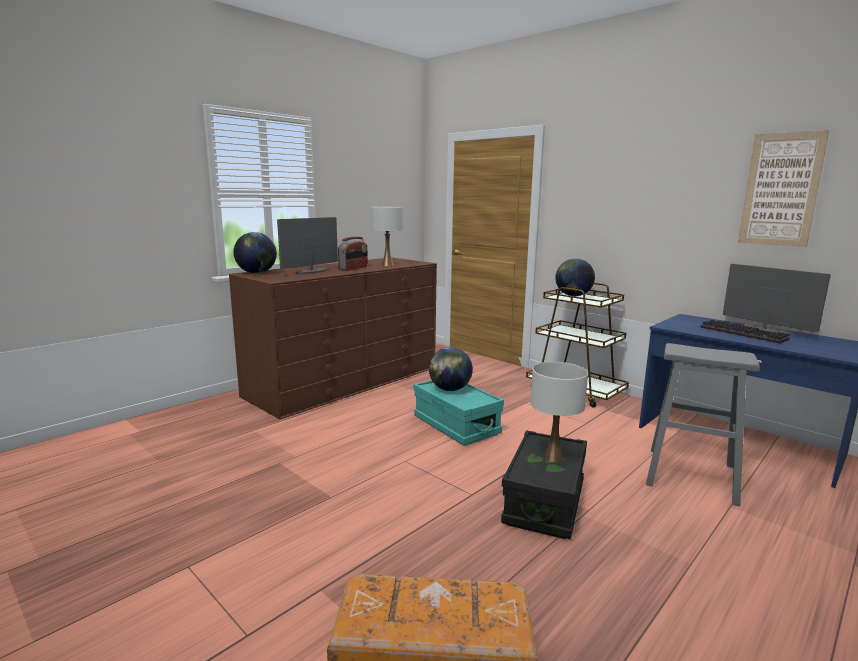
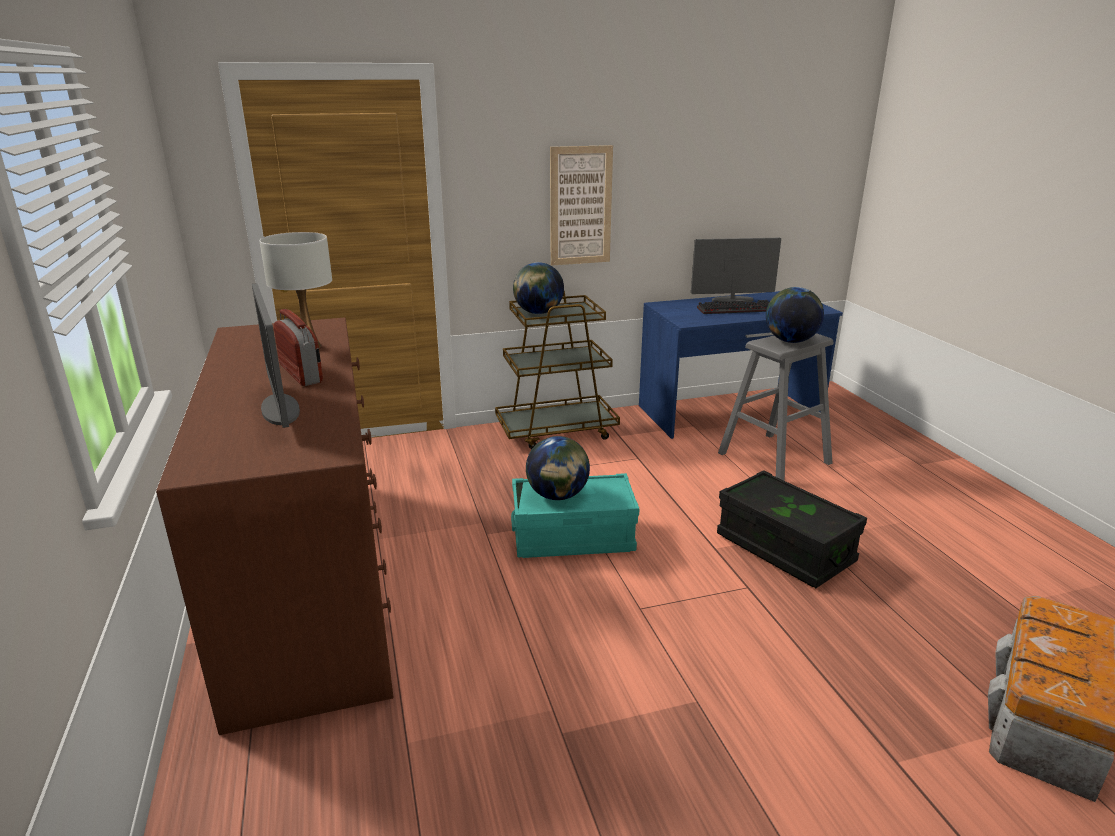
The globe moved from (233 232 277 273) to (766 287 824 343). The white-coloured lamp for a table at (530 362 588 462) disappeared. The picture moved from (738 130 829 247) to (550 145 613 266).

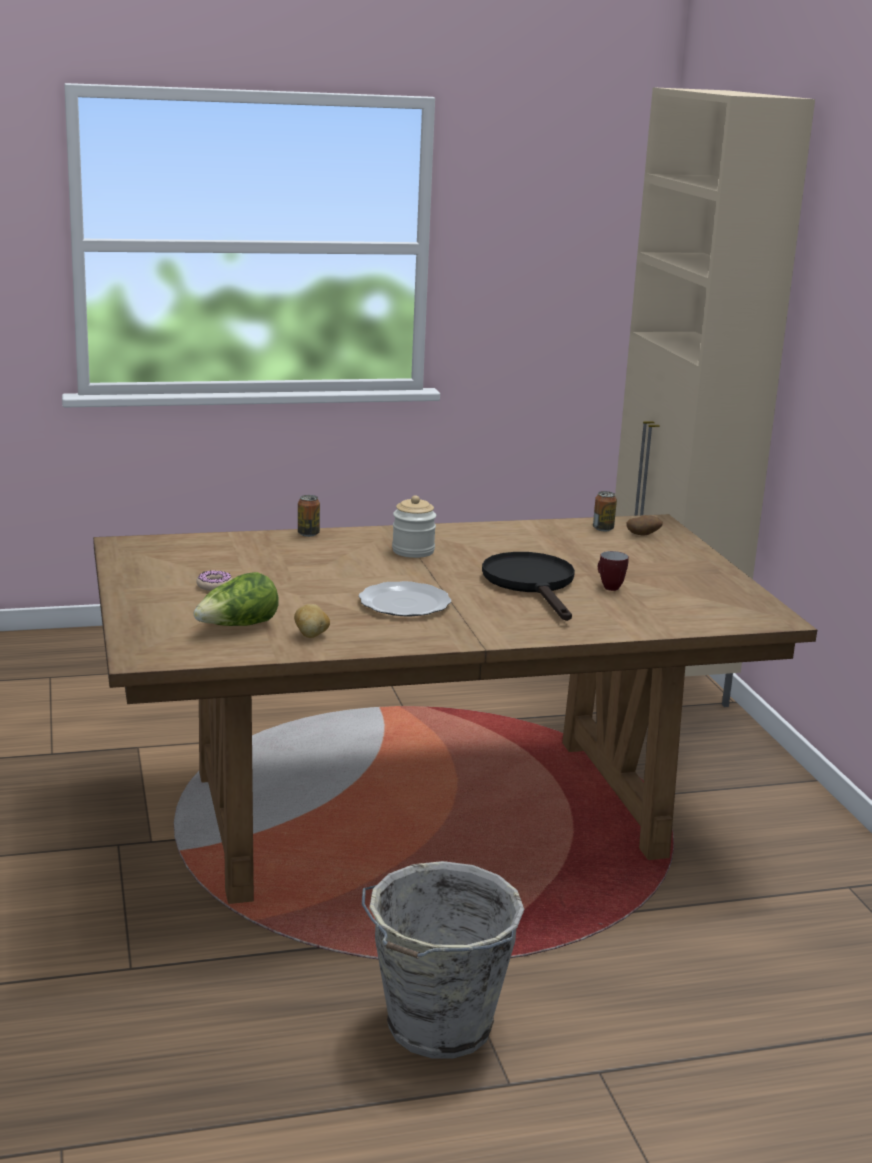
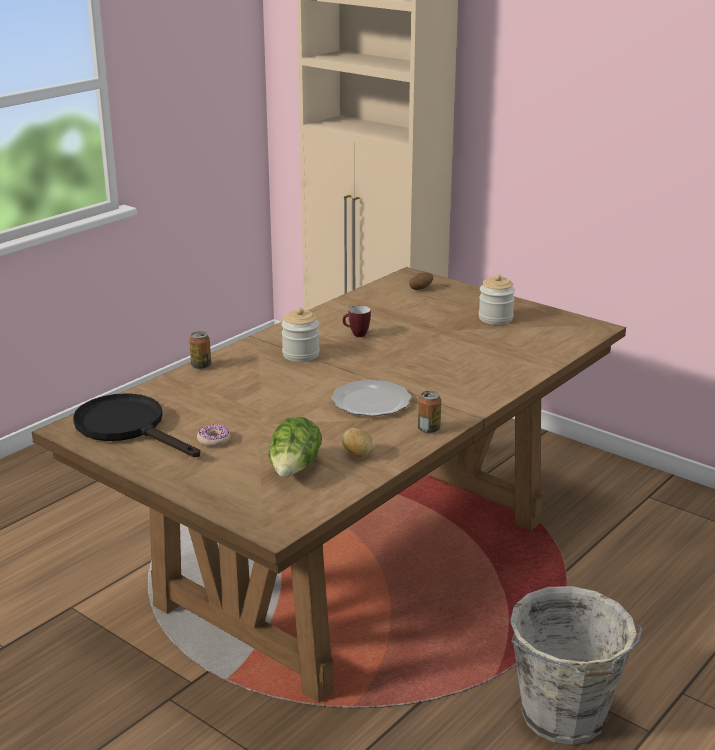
The black-coloured frying pan moved from (482 552 575 621) to (73 393 200 457). The can moved from (593 491 617 531) to (418 391 441 434). The tea mug moved from (598 551 629 591) to (343 305 371 337). The storage jar at (479 274 515 325) appeared.

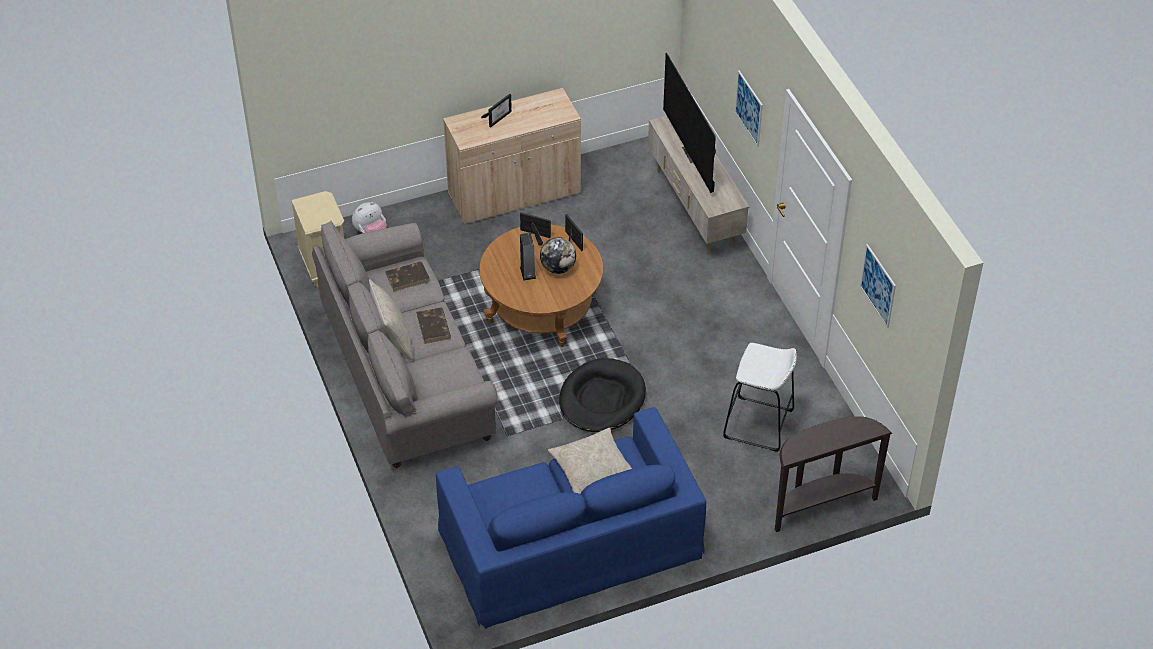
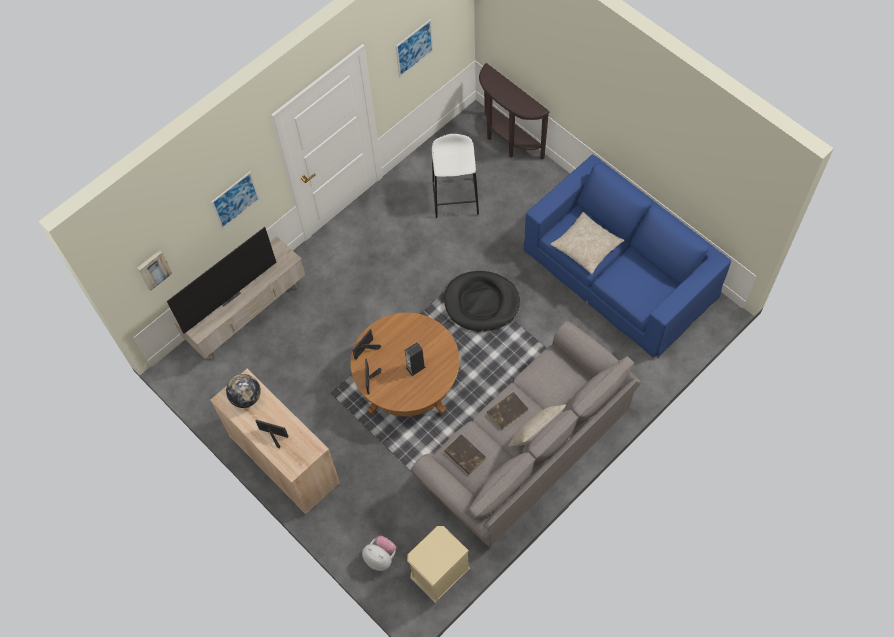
The globe moved from (540 237 576 274) to (226 374 261 408). The picture at (137 250 172 291) appeared.

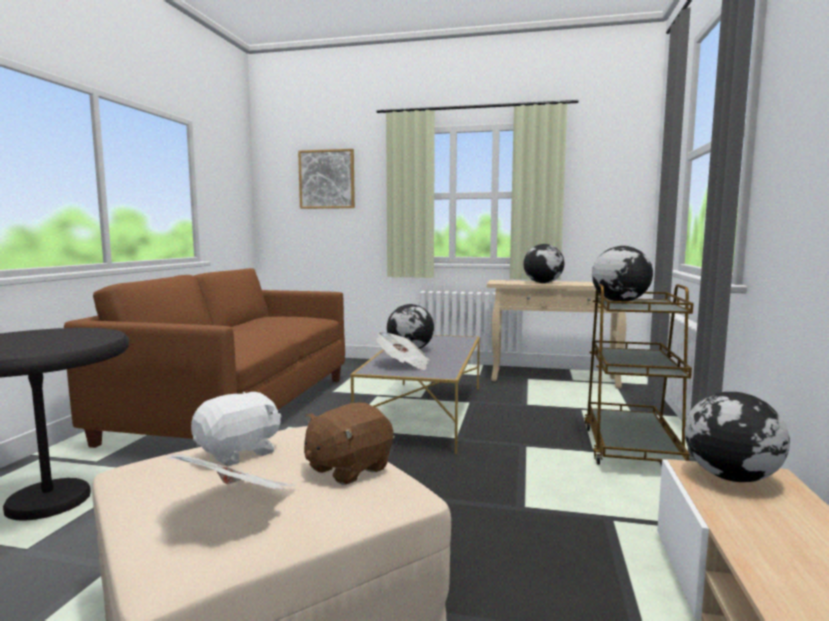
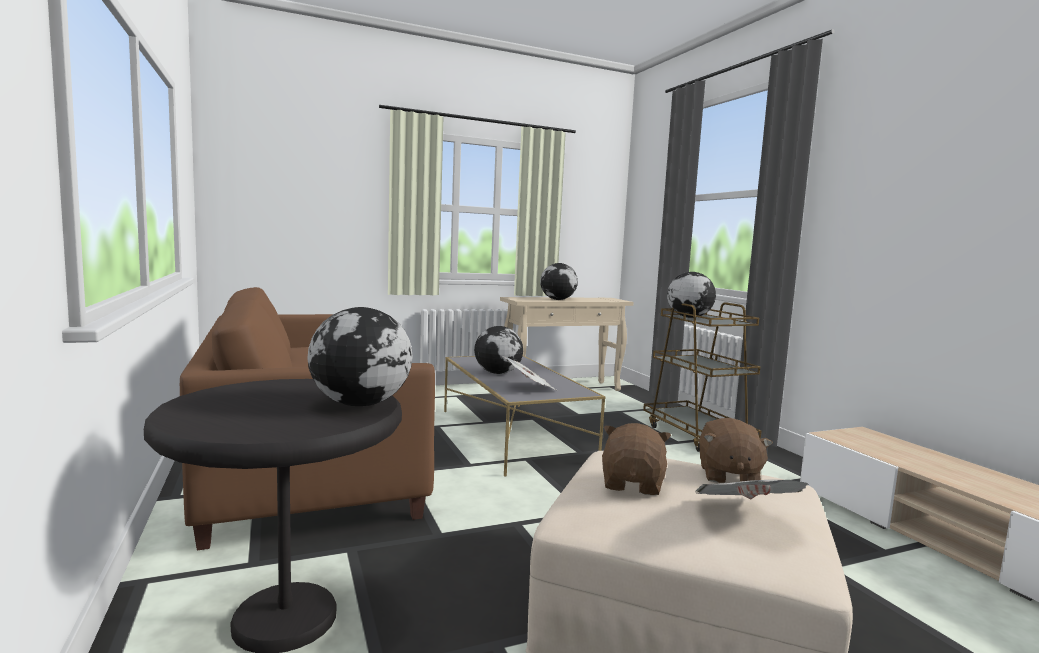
The white-coloured plush toy at (191 392 282 466) became the brownish plush toy at (602 423 671 495). The picture at (298 149 355 209) disappeared. The globe moved from (685 392 790 482) to (307 307 413 406).

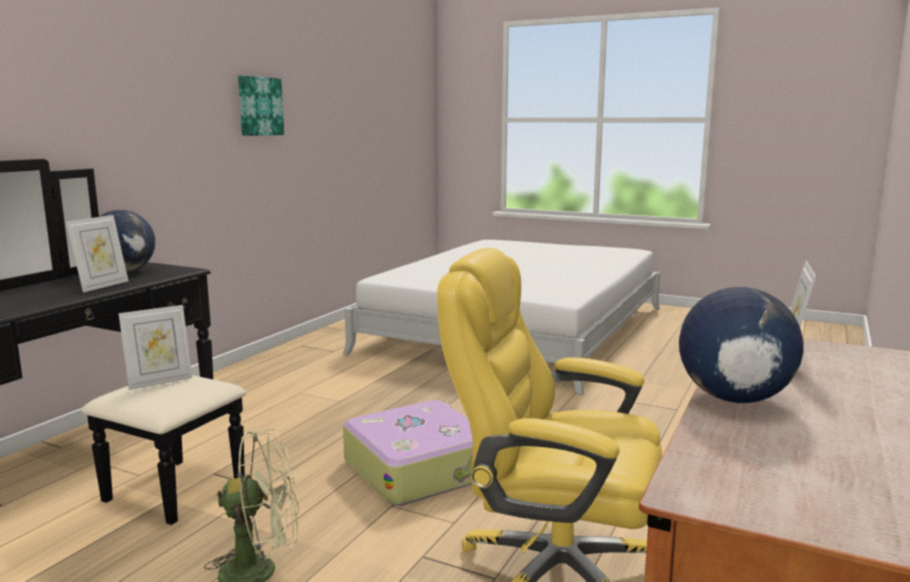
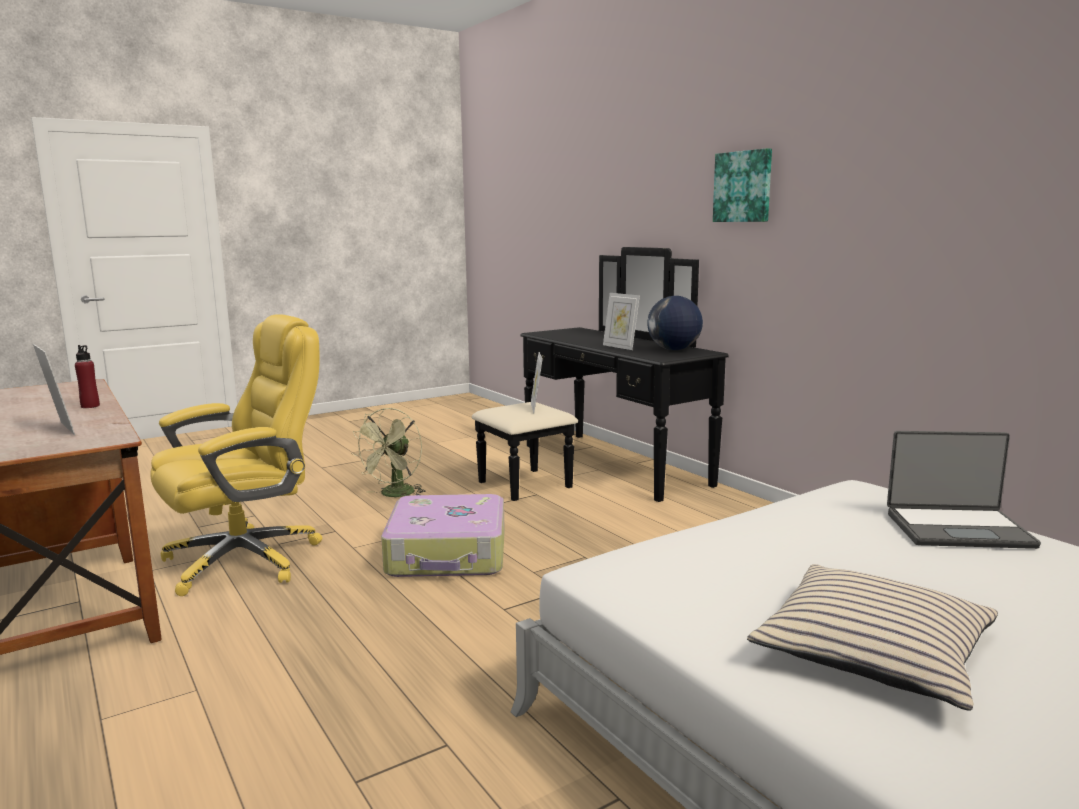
The picture moved from (238 75 284 136) to (713 148 772 222). The globe at (679 287 803 403) was replaced by the red bottle at (75 345 100 408). The beige pillow at (747 564 998 710) appeared. The notebook computer at (887 431 1041 549) appeared.

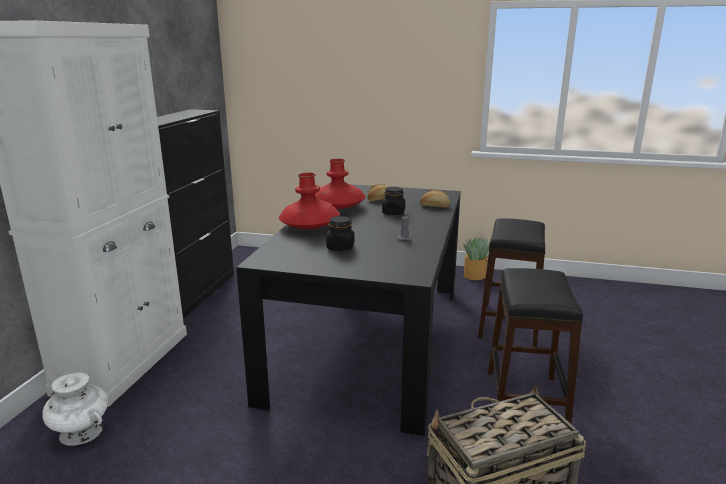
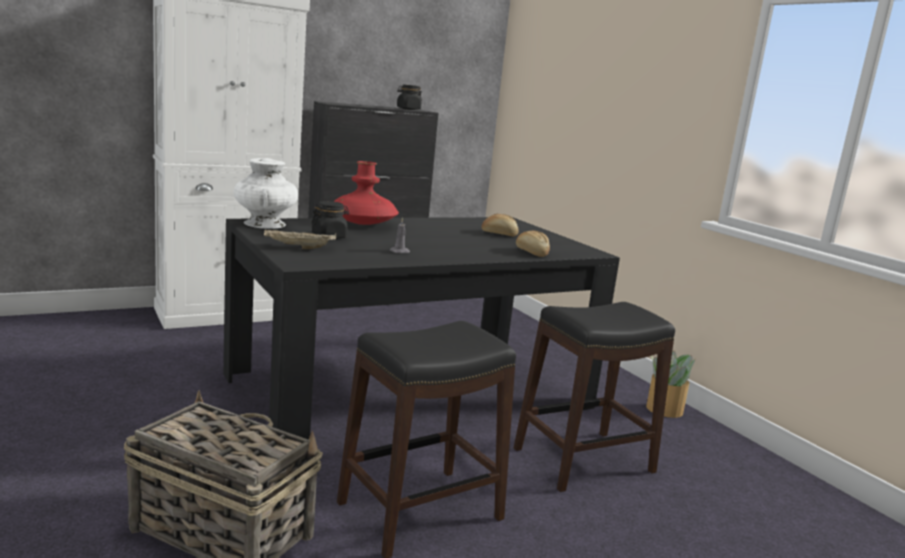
The white-coloured vase moved from (42 373 108 446) to (234 158 298 229). The red vase at (315 159 366 209) disappeared. The black-coloured storage jar moved from (382 187 405 215) to (397 84 422 110). The beige carrying tray at (264 229 336 249) appeared.

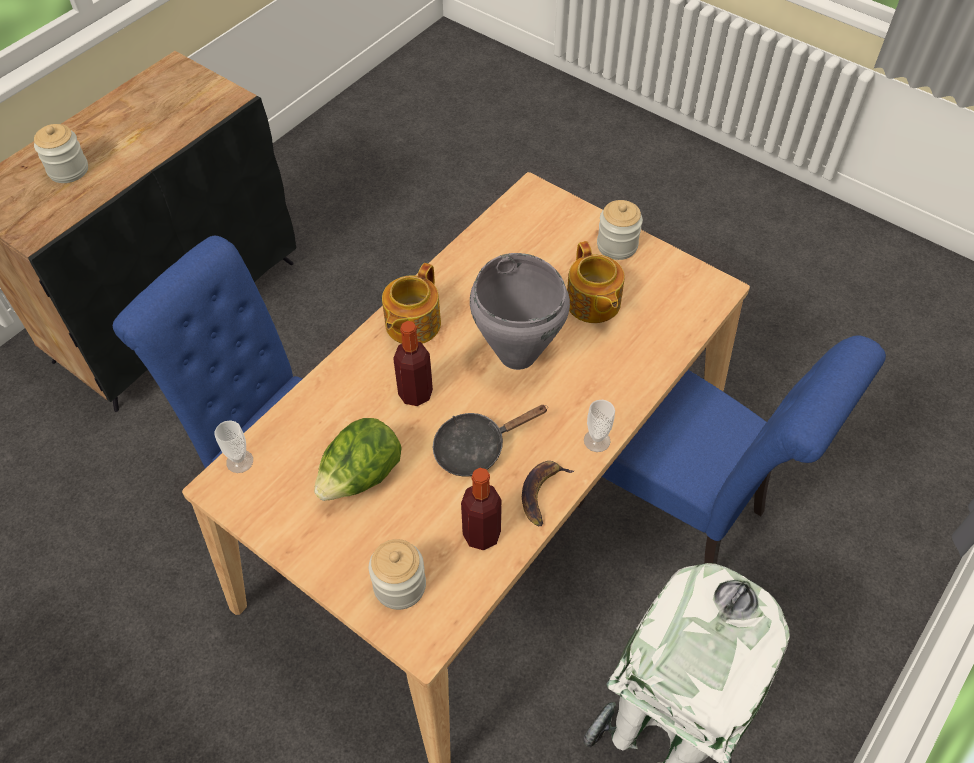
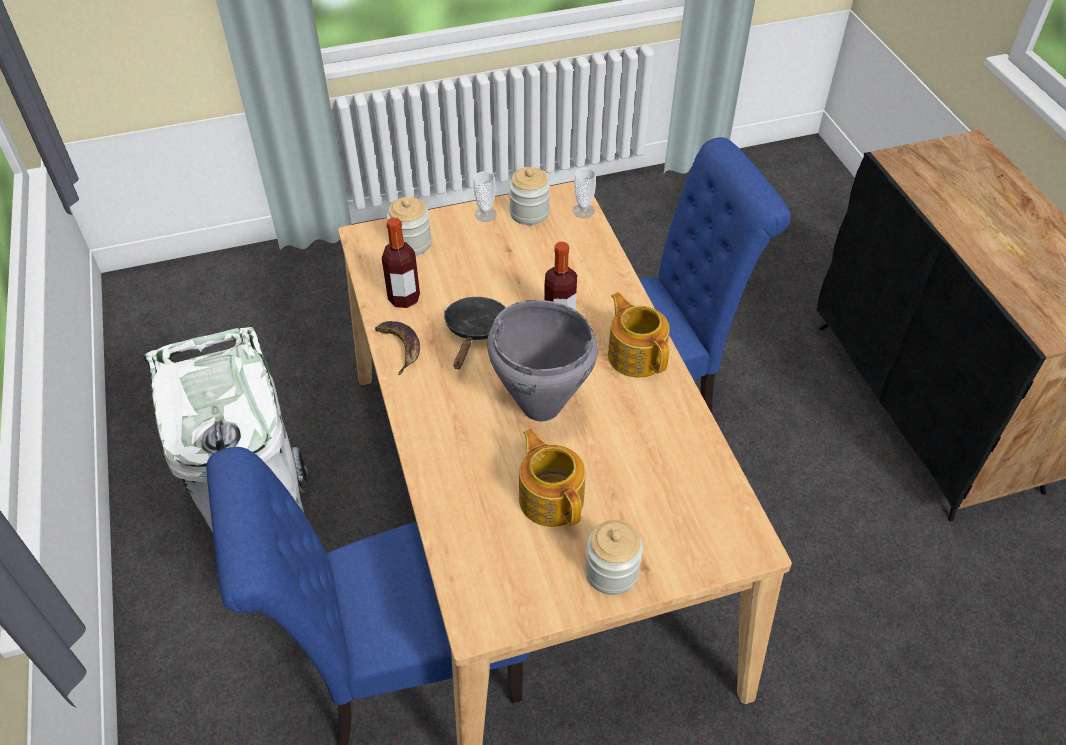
The storage jar moved from (34 124 88 183) to (509 167 550 225). The head of lettuce at (314 418 402 501) disappeared. The teapot at (567 241 625 323) turned 45 degrees clockwise. The cup moved from (584 400 615 452) to (473 171 497 222).

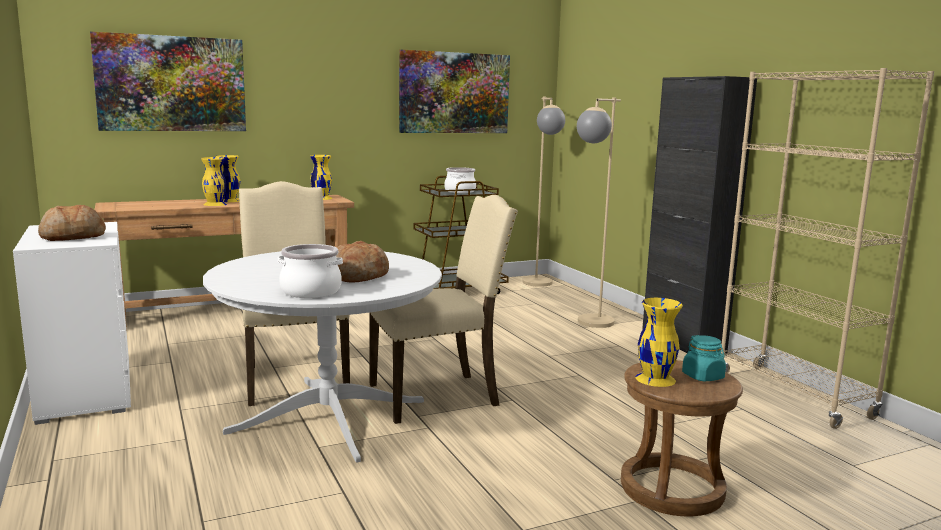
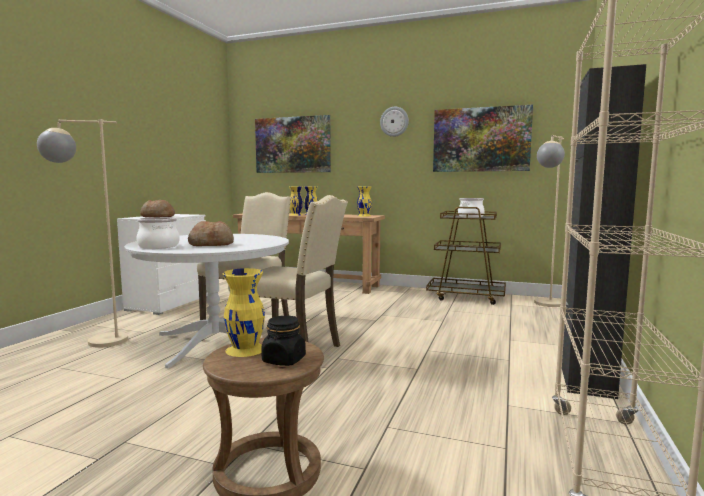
The beige standard lamp moved from (577 98 621 328) to (37 119 128 348). The turquoise storage jar at (682 335 726 381) became the black-coloured storage jar at (261 316 306 366). The wall clock at (380 107 409 137) appeared.

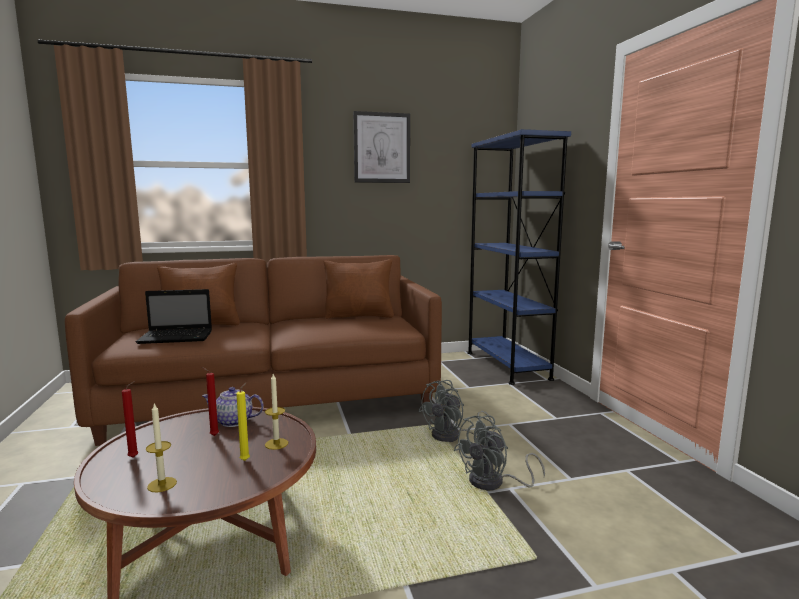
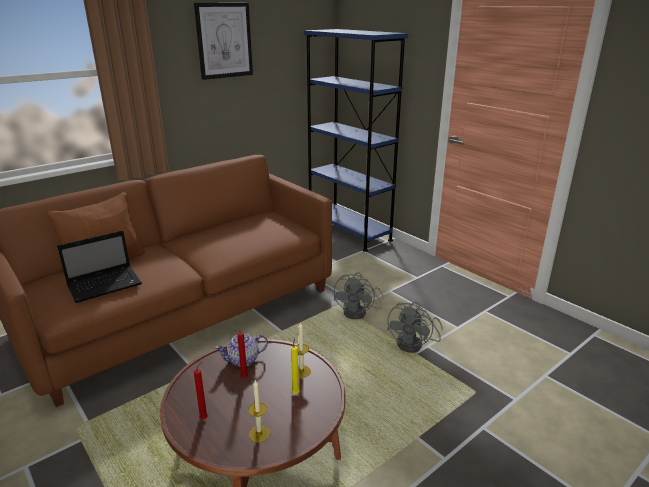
The brownish pillow at (324 259 394 318) disappeared.

